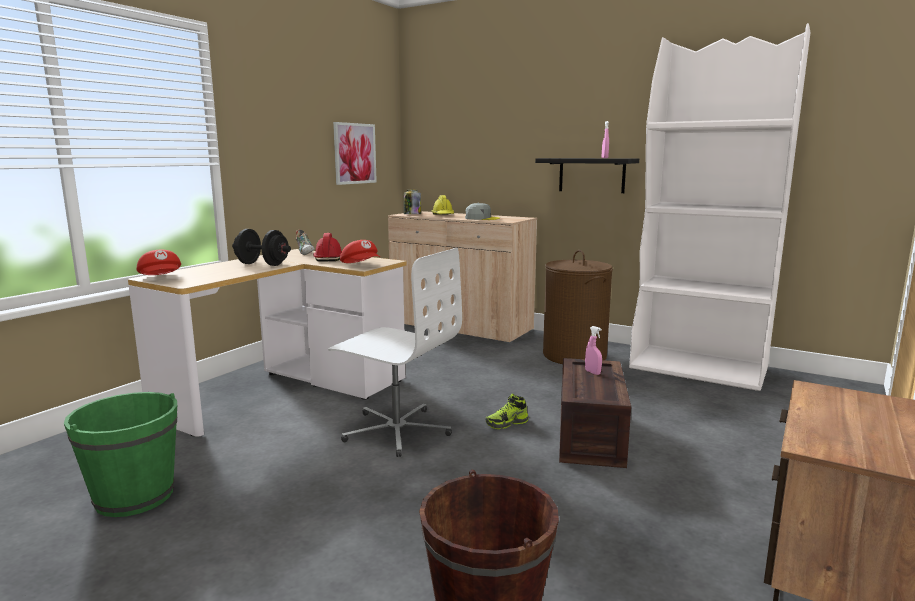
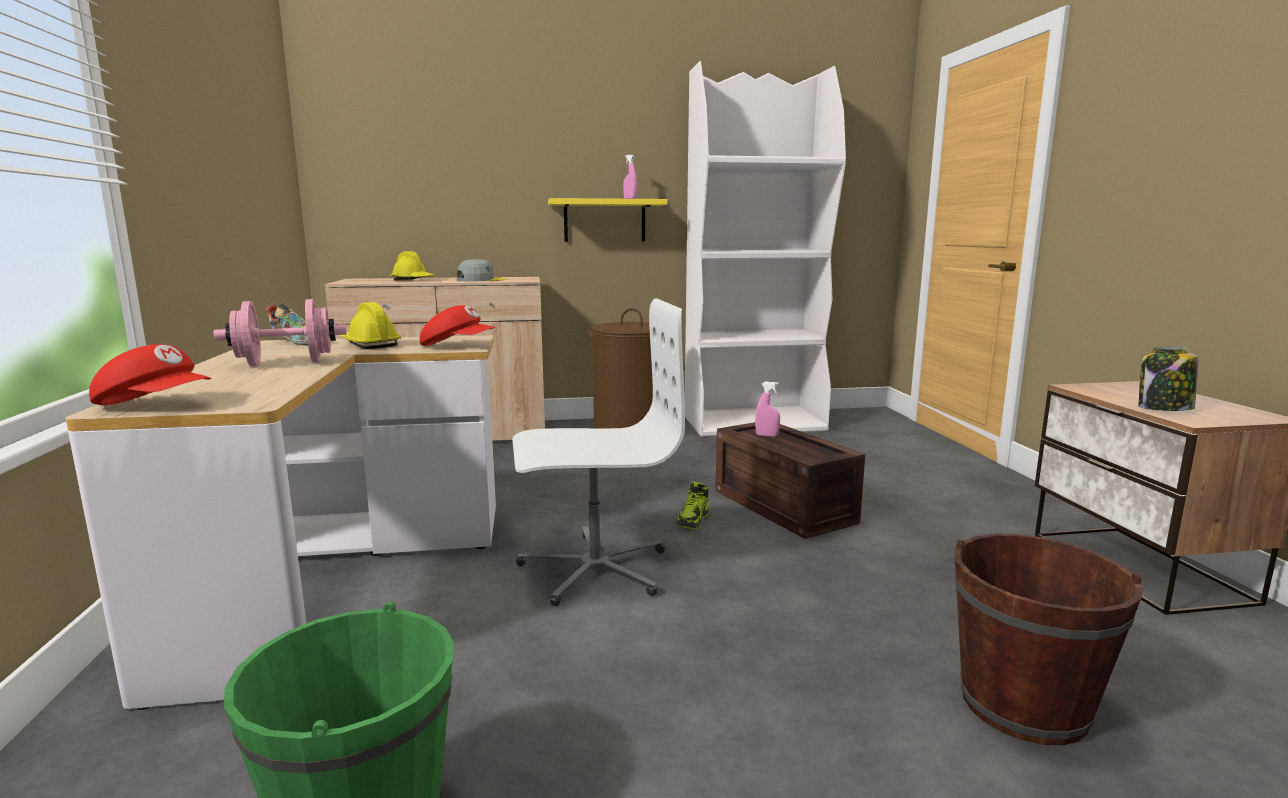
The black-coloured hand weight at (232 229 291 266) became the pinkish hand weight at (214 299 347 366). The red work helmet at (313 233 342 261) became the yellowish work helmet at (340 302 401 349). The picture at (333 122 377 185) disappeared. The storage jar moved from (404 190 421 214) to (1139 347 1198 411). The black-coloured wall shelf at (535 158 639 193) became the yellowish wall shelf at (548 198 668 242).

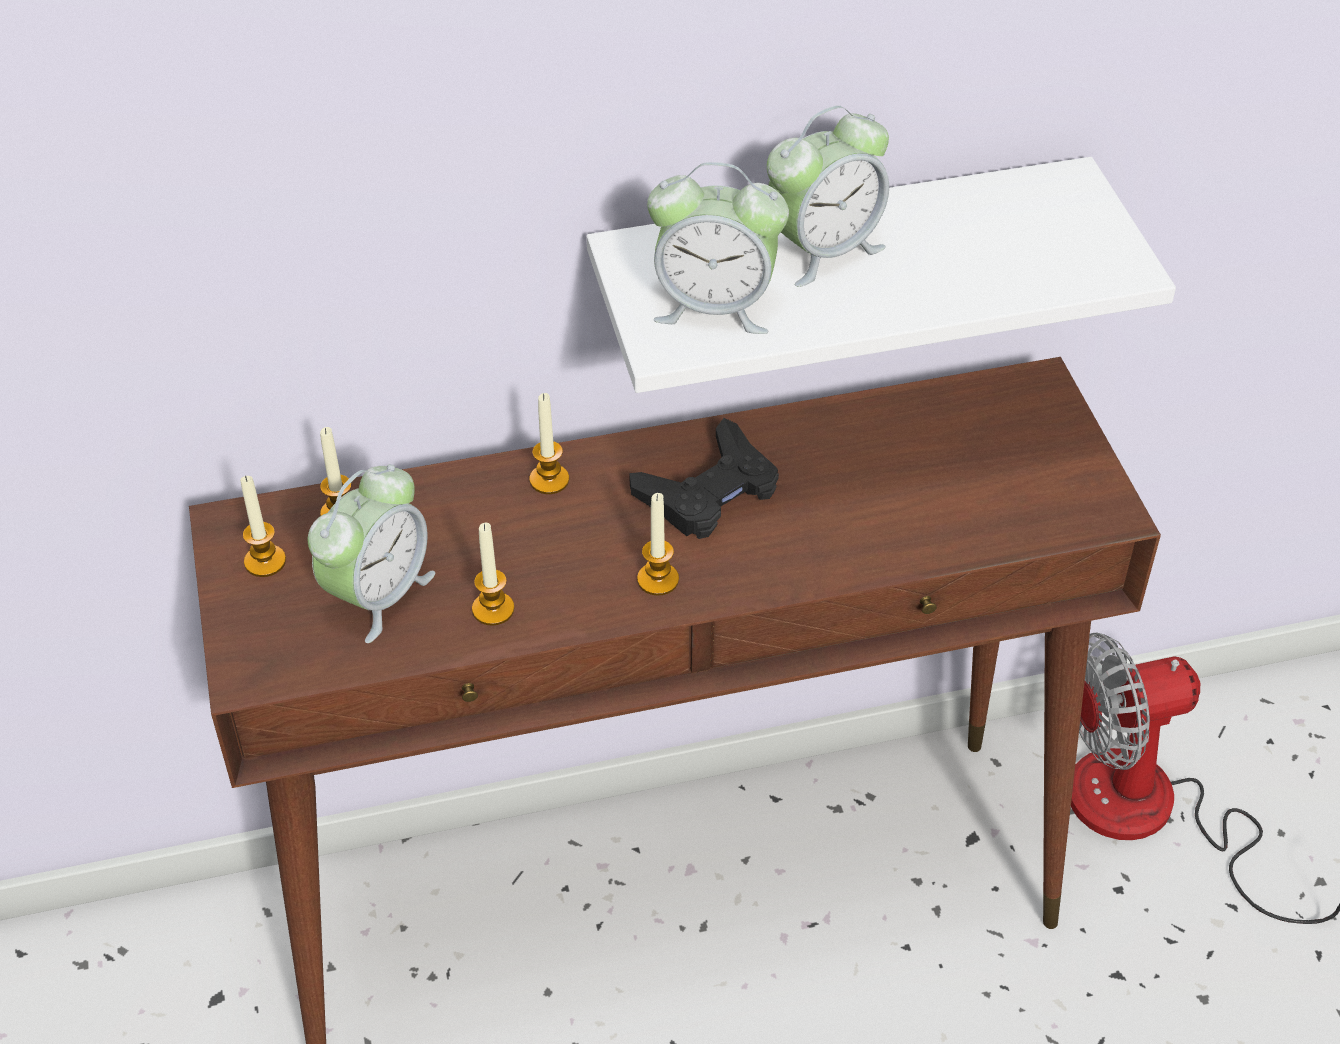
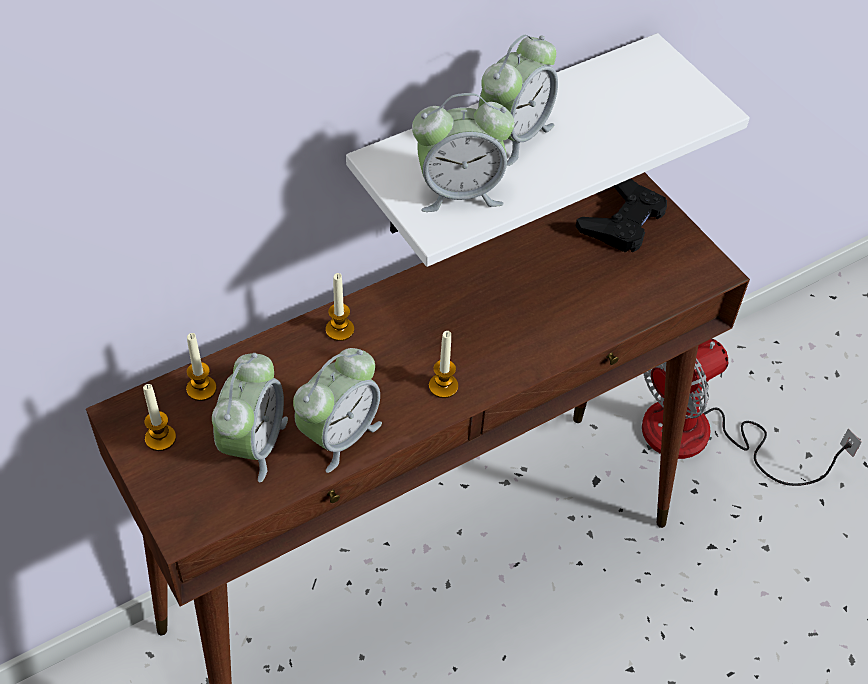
The wax light at (472 523 515 626) was replaced by the bedside clock at (293 348 382 473). The black-coloured game controller moved from (629 418 779 539) to (576 178 667 252).

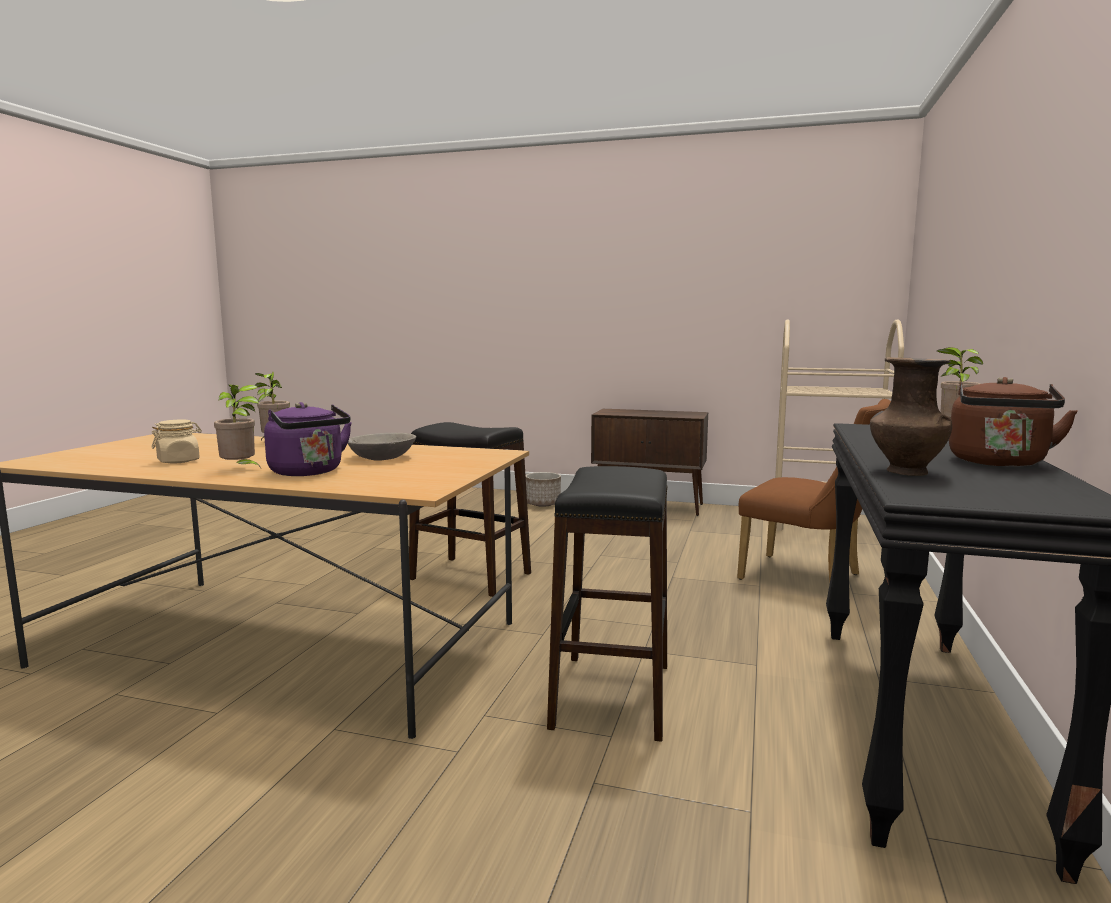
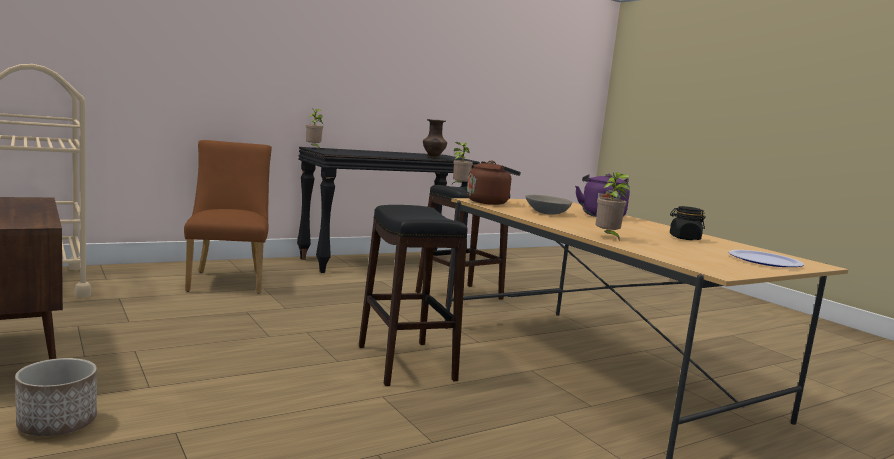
The beige storage jar at (152 420 202 464) became the black-coloured storage jar at (670 206 706 240). The potted plant moved from (214 384 261 468) to (452 142 473 184). The brownish tea kettle moved from (949 377 1078 467) to (467 161 521 205). The flat dish at (729 250 804 267) appeared.

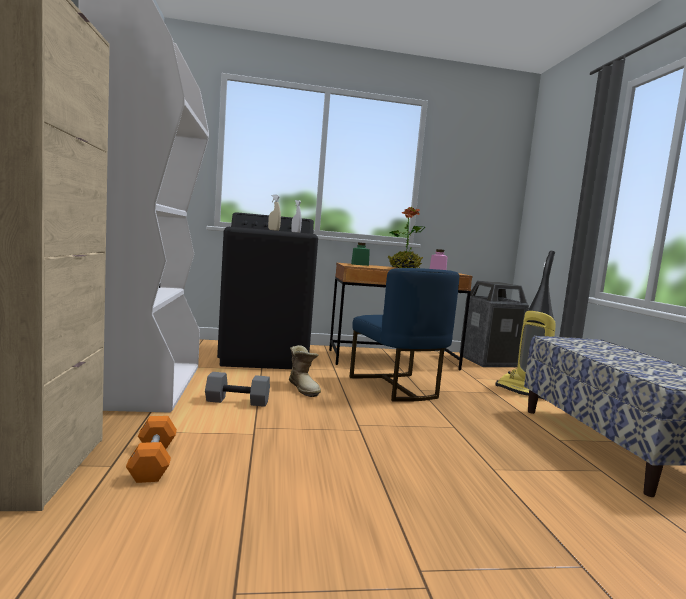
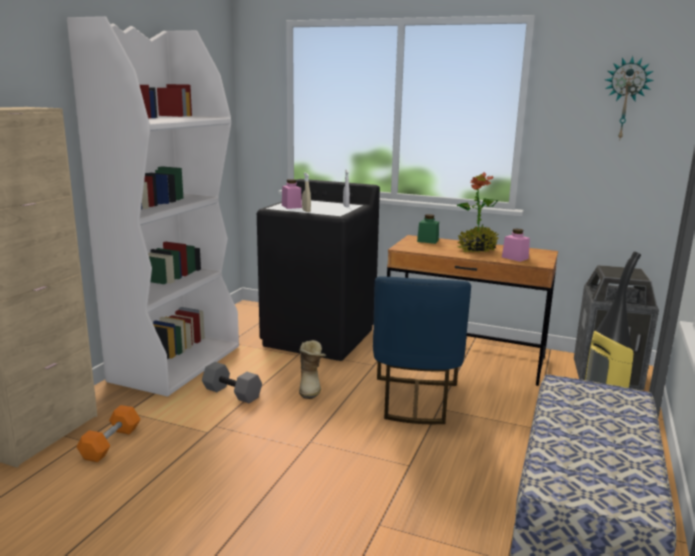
The pinkish storage jar at (282 179 302 209) appeared. The wall clock at (605 56 654 139) appeared.

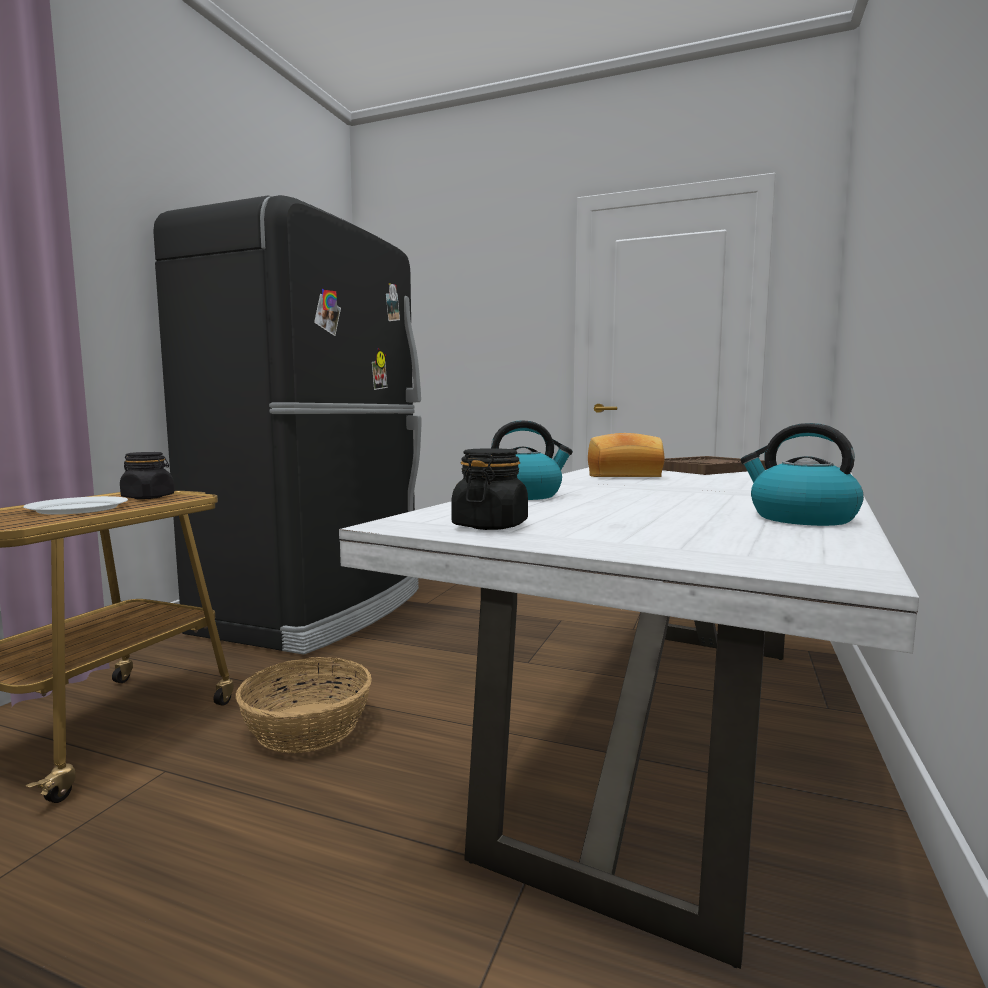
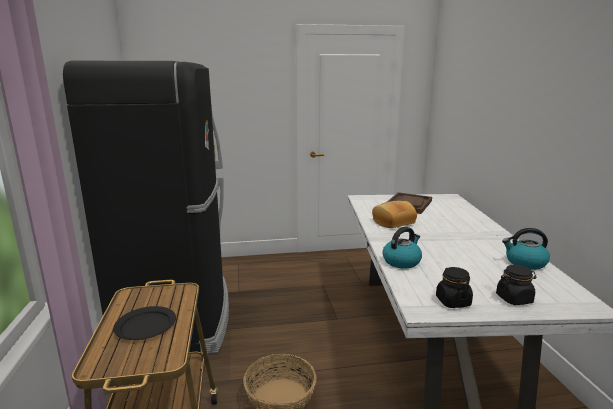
The white-coloured flat dish at (23 496 128 515) became the black-coloured flat dish at (113 306 176 340). The black-coloured storage jar moved from (120 452 174 499) to (496 265 536 305).

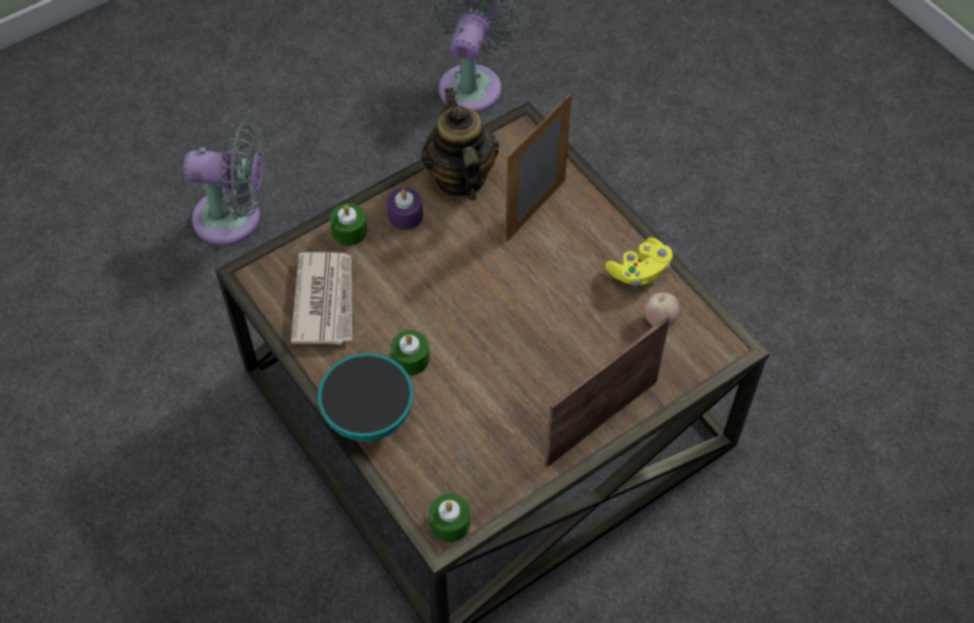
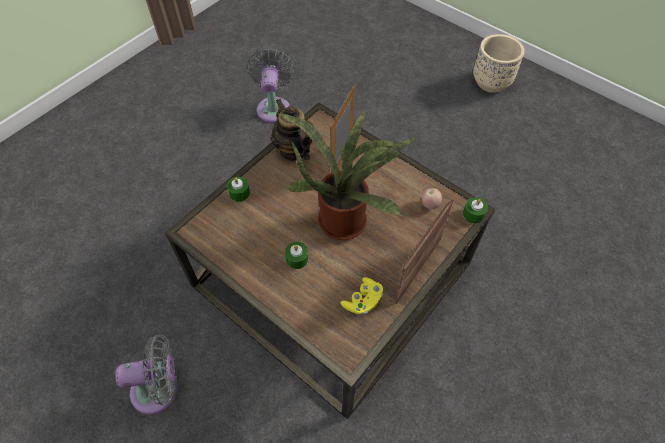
The grey electric fan moved from (184 122 265 245) to (115 335 178 414). The printed paper at (291 252 352 345) disappeared. The serving bowl at (318 353 413 442) disappeared. The purple wax light at (387 188 423 230) disappeared. The green-coloured wax light moved from (429 494 470 542) to (463 197 488 223). The yellowish game controller moved from (605 238 673 286) to (341 277 383 315). The potted plant at (277 109 418 240) appeared. The beige plant pot at (473 34 525 93) appeared.

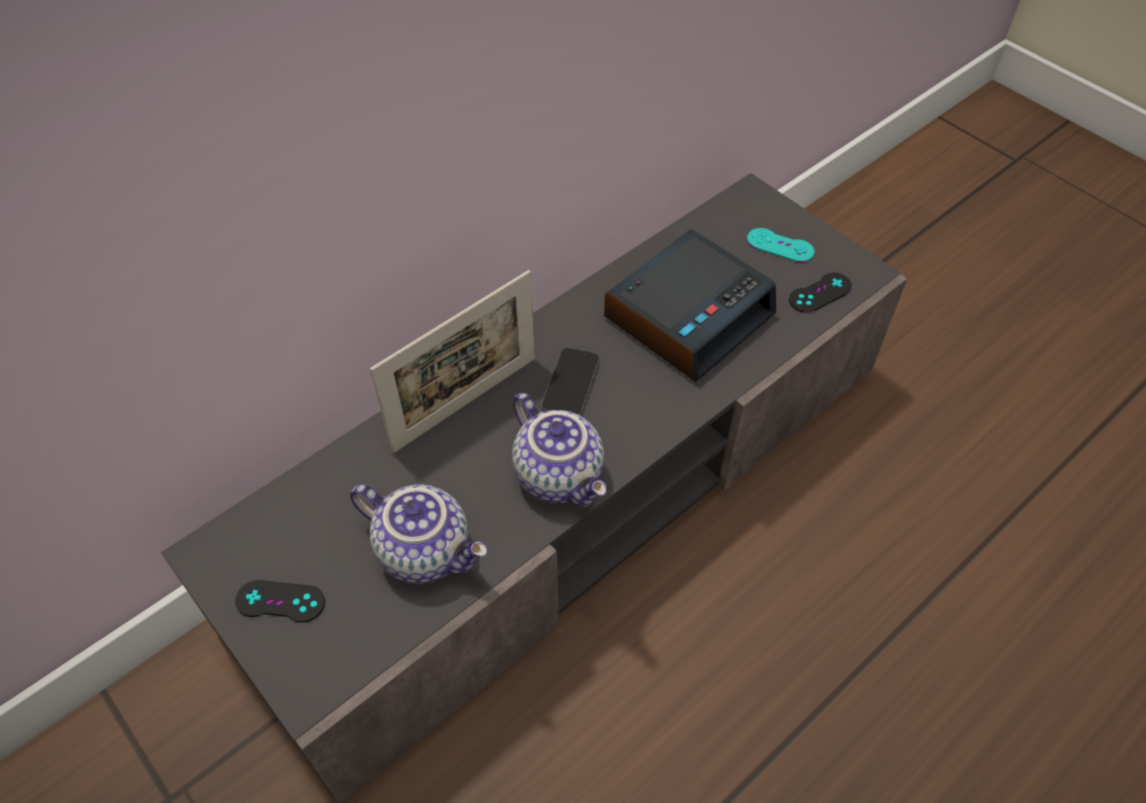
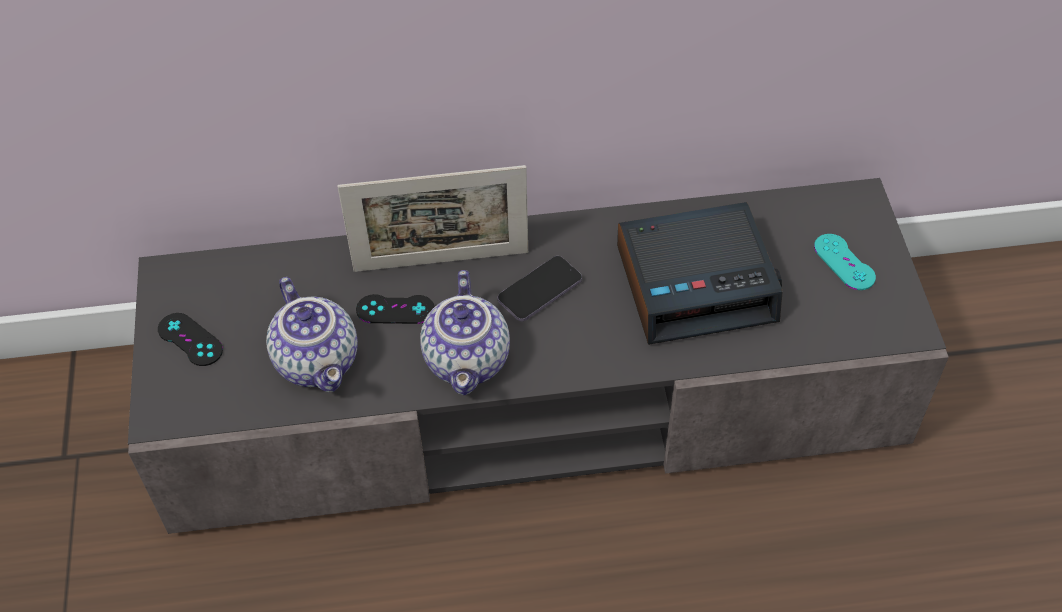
The black-coloured game controller moved from (789 273 852 313) to (356 294 435 324).

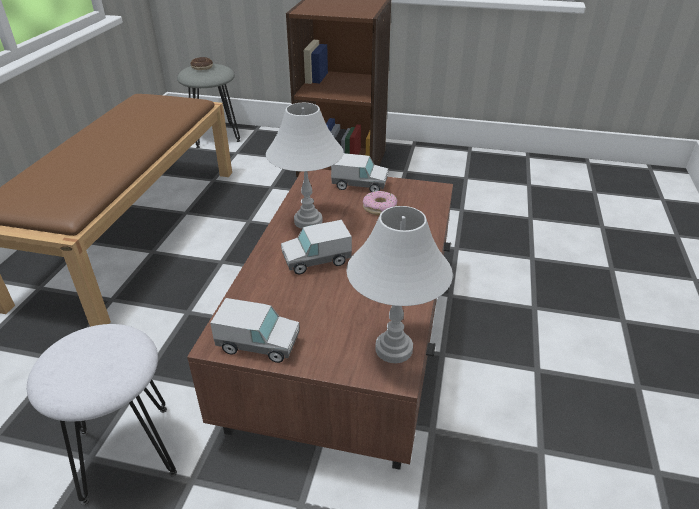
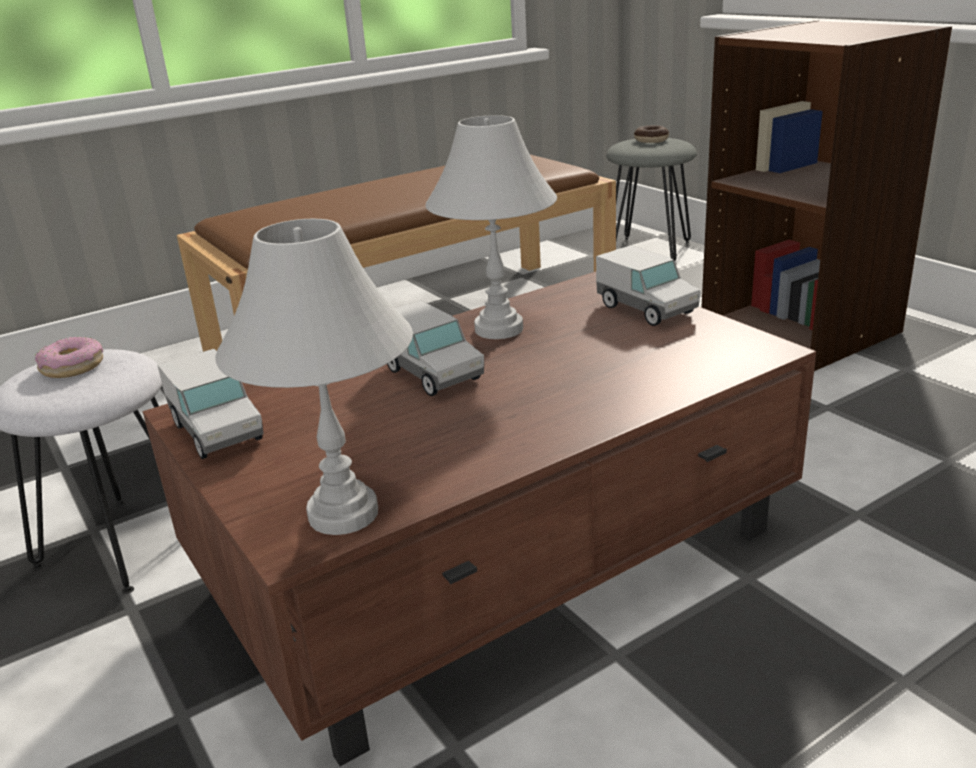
The model truck at (281 220 352 274) turned 150 degrees counterclockwise. The donut moved from (363 191 397 216) to (35 337 103 378).

